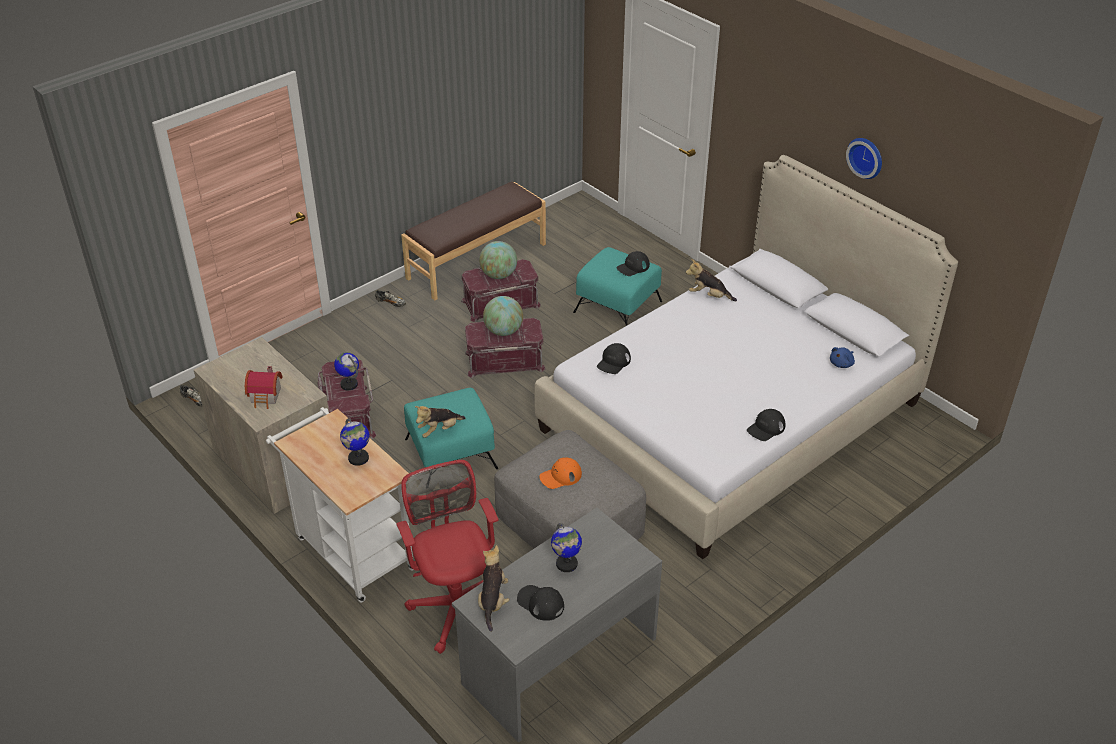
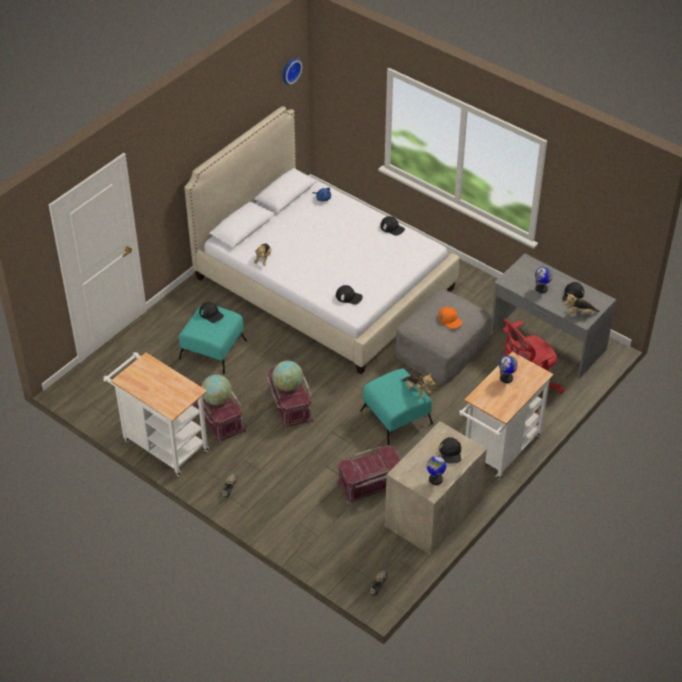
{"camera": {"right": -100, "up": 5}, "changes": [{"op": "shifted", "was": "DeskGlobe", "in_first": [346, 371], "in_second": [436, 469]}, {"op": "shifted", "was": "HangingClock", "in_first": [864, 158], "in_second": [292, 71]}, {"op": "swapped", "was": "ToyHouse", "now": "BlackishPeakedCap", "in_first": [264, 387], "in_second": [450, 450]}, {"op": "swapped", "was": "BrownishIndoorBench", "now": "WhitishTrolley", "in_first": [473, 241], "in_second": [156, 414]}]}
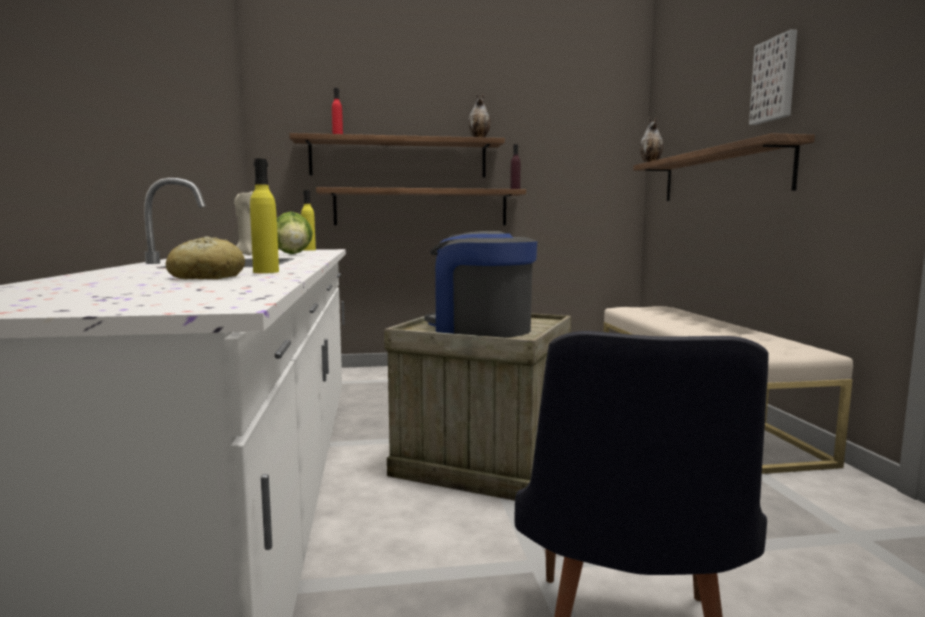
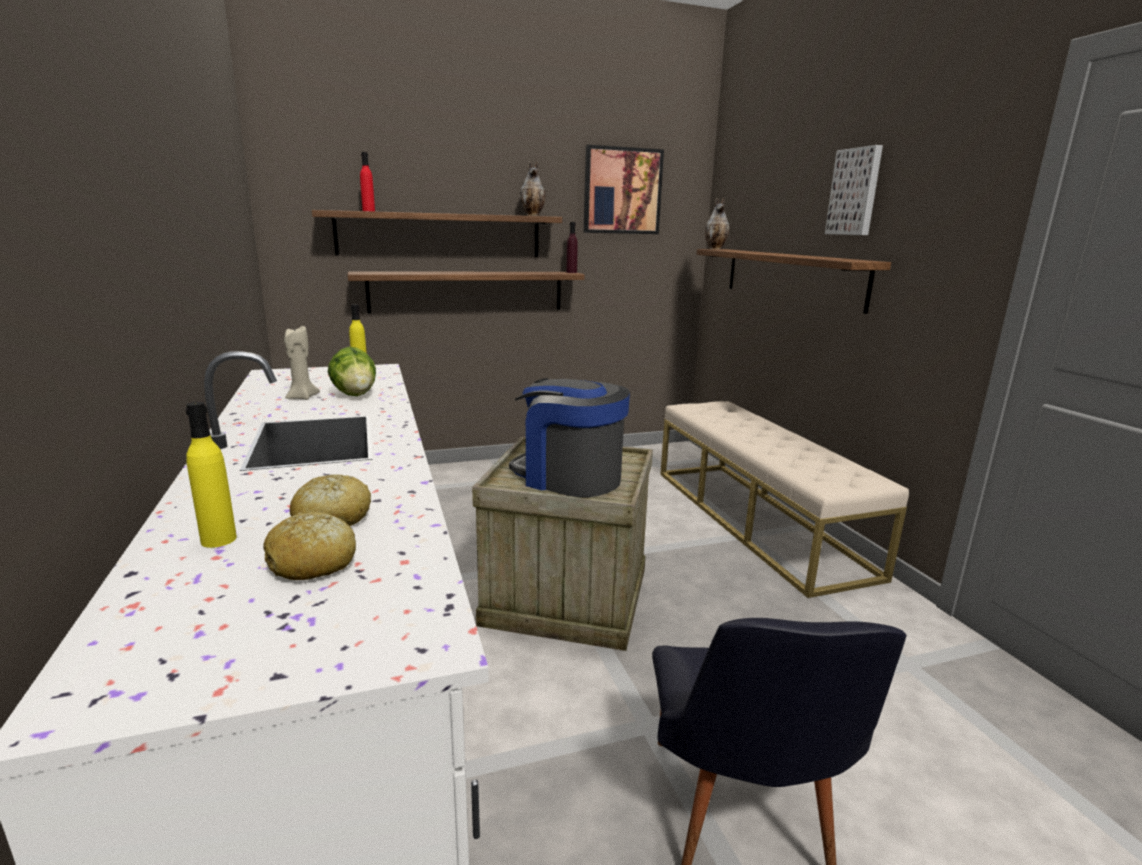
{"camera": {"right": -10, "up": 10}, "changes": [{"op": "new", "now": "BakeryBread", "in_second": [309, 546]}, {"op": "new", "now": "Picture", "in_second": [624, 189]}, {"op": "shifted", "was": "YellowColouredBeverageBottle", "in_first": [264, 216], "in_second": [211, 475]}]}
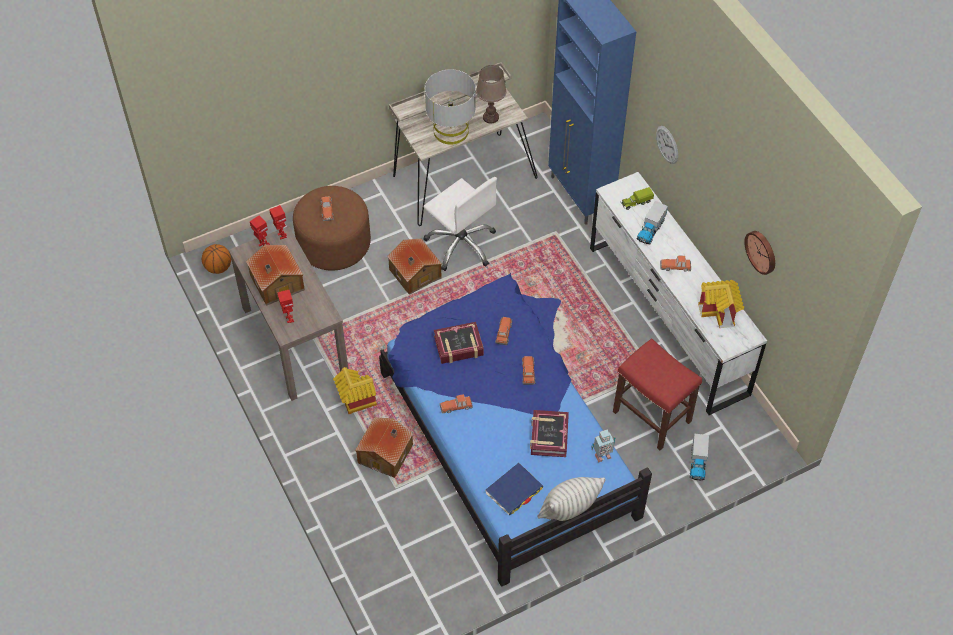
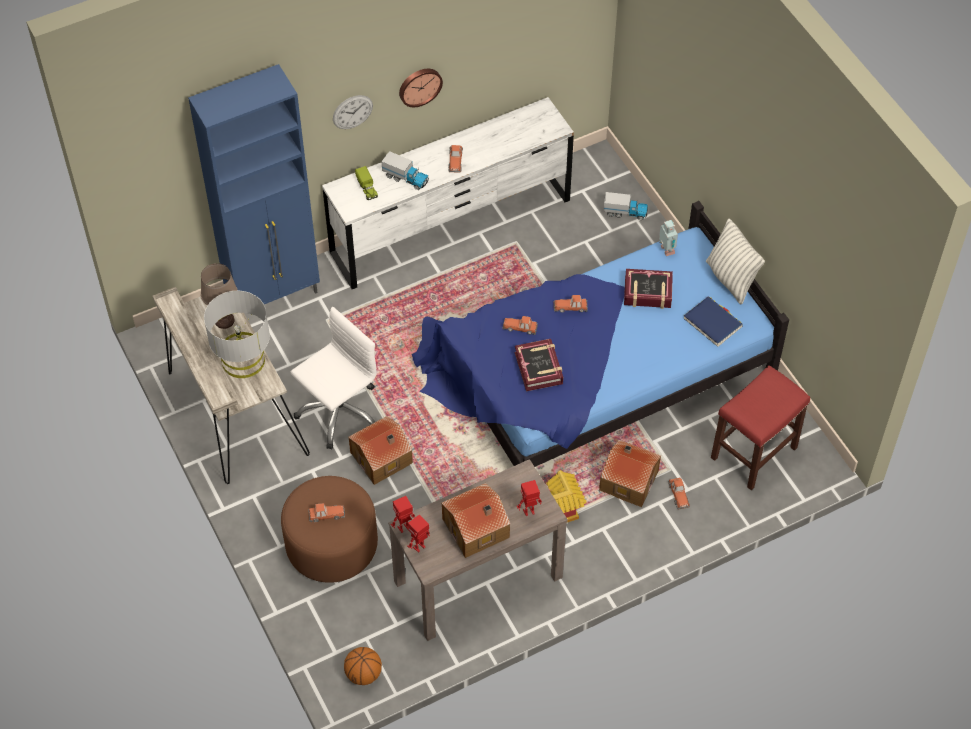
{"camera": {"right": -90, "up": 0}, "changes": [{"op": "gone", "was": "ToyHouse", "in_first": [721, 304]}, {"op": "shifted", "was": "MiniatureCar", "in_first": [456, 403], "in_second": [679, 493]}, {"op": "shifted", "was": "ReddishSittingStool", "in_first": [657, 394], "in_second": [760, 427]}, {"op": "shifted", "was": "HangingClock", "in_first": [759, 253], "in_second": [421, 88]}]}
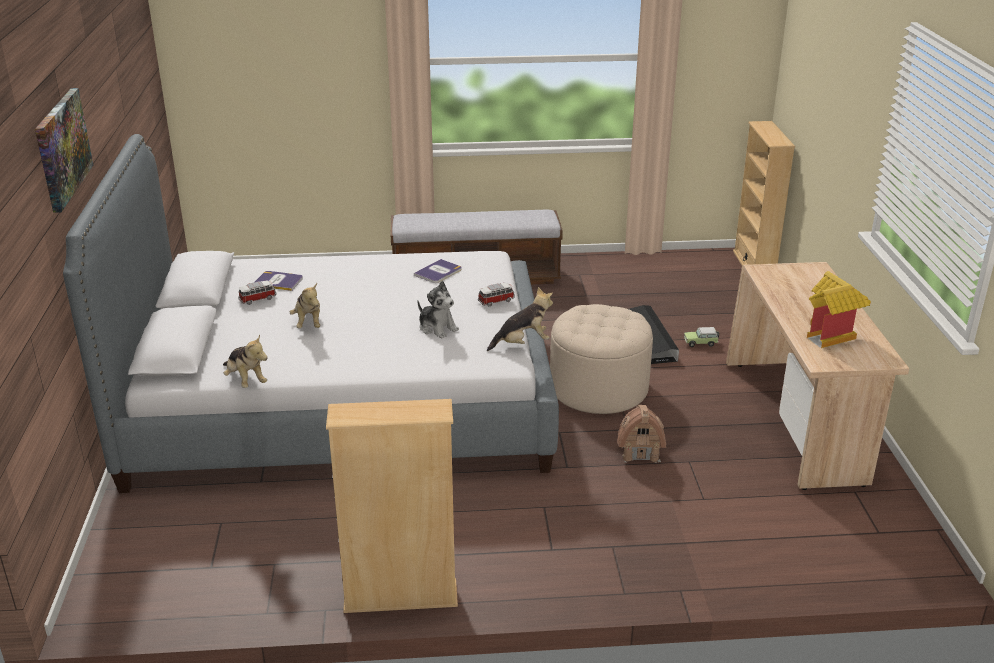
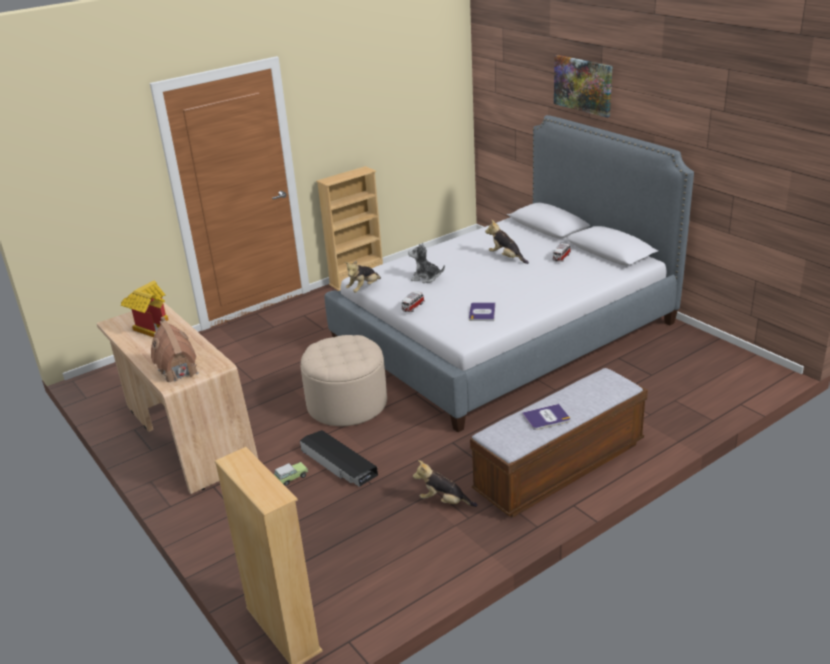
{"camera": {"right": 150, "up": 0}, "changes": [{"op": "shifted", "was": "SoftToy", "in_first": [245, 361], "in_second": [445, 483]}, {"op": "shifted", "was": "Volume", "in_first": [279, 281], "in_second": [546, 417]}, {"op": "shifted", "was": "ToyHouse", "in_first": [641, 434], "in_second": [175, 350]}]}
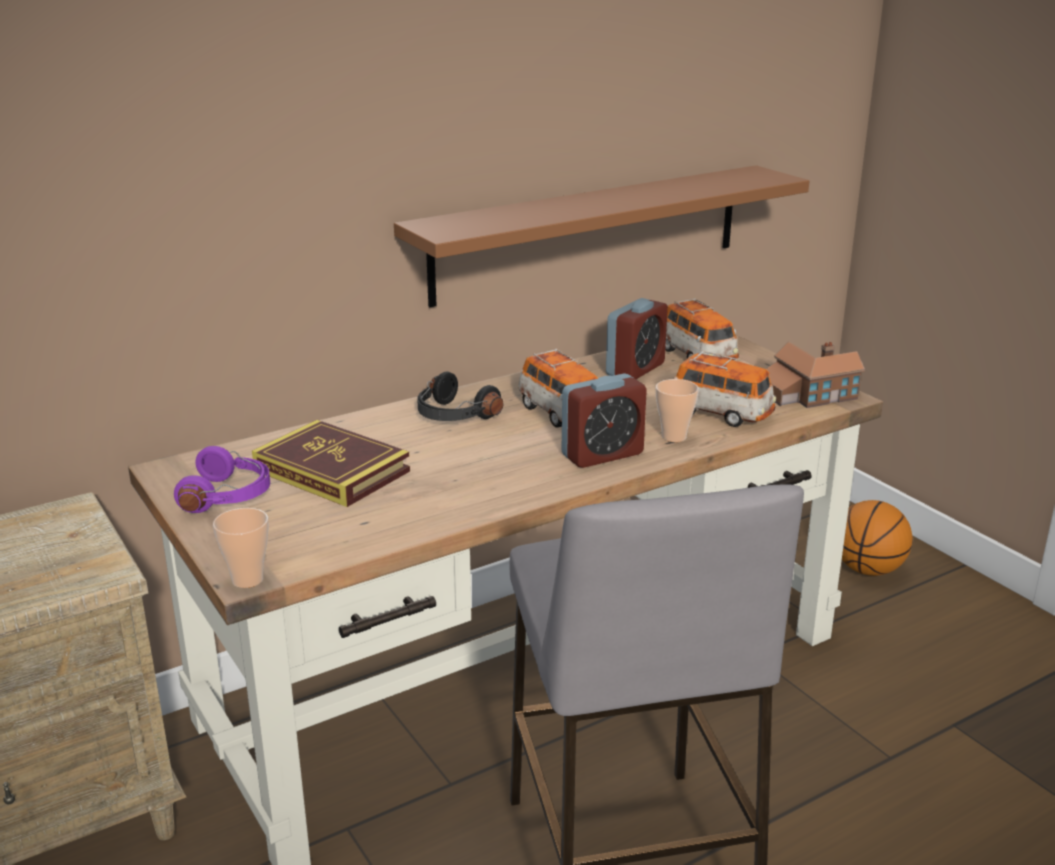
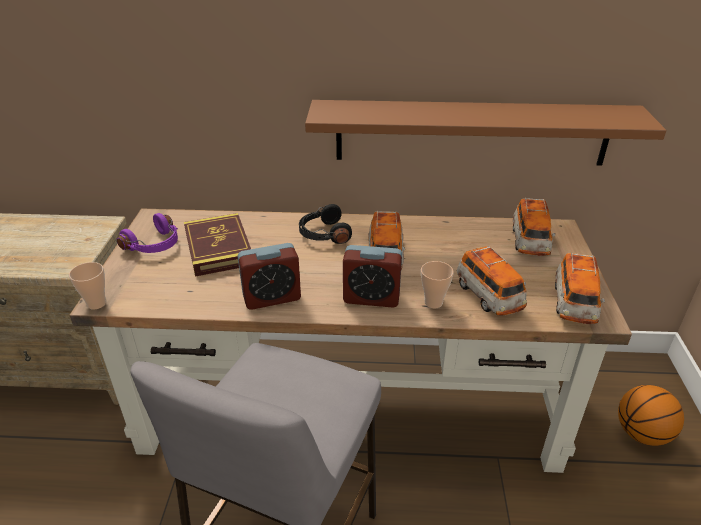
{"camera": {"right": 35, "up": 10}, "changes": [{"op": "shifted", "was": "BedsideClock", "in_first": [637, 338], "in_second": [269, 276]}, {"op": "swapped", "was": "ToyHouse", "now": "MiniatureCar", "in_first": [815, 374], "in_second": [580, 288]}]}
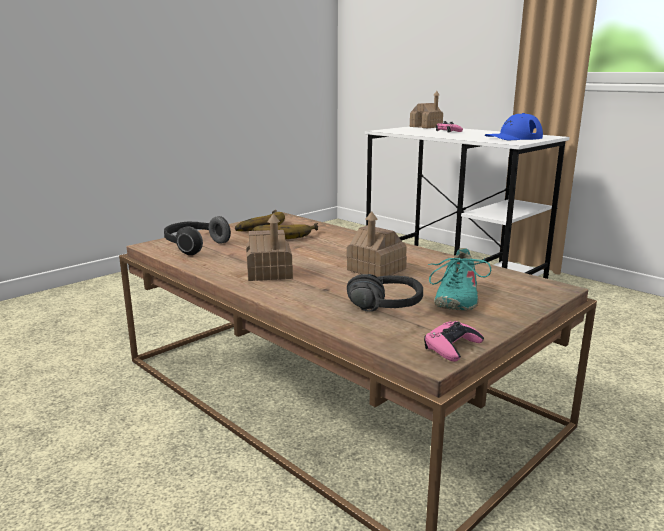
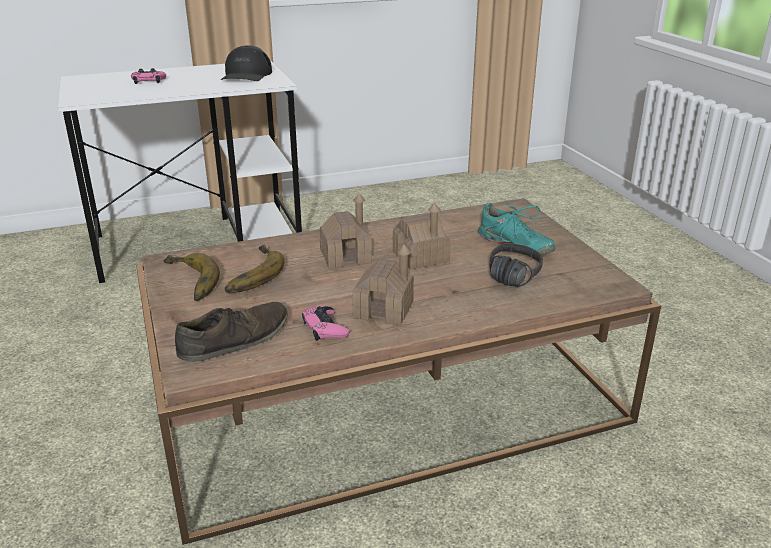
{"camera": {"right": -65, "up": 10}, "changes": [{"op": "shifted", "was": "ToyHouse", "in_first": [426, 110], "in_second": [346, 231]}, {"op": "shifted", "was": "PinkJoypad", "in_first": [454, 341], "in_second": [326, 323]}, {"op": "swapped", "was": "Headphones", "now": "BrownishItemOfFootwear", "in_first": [197, 235], "in_second": [231, 332]}, {"op": "repainted", "was": "BluishPeakedCap", "now": "BlackishPeakedCap", "in_first": [514, 126], "in_second": [246, 63]}]}
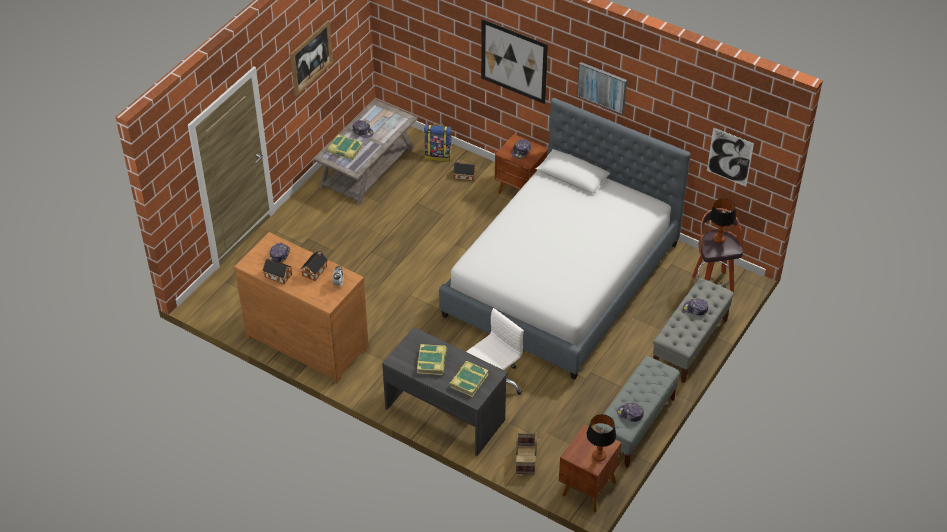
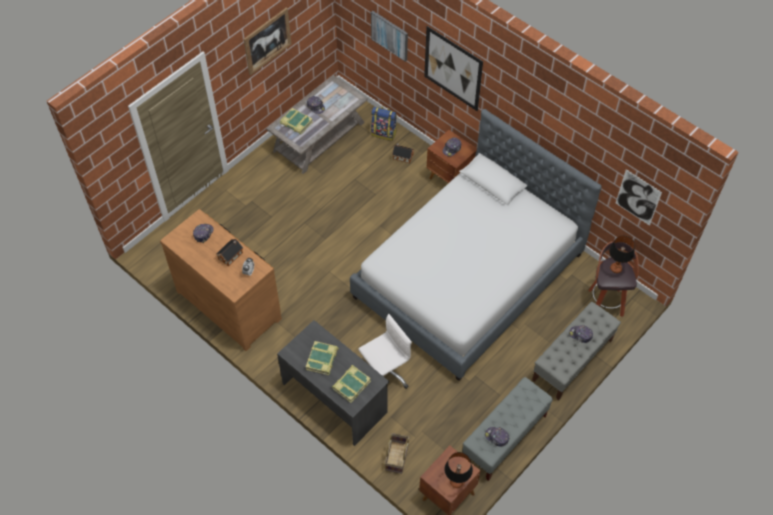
{"camera": {"right": 10, "up": 10}, "changes": [{"op": "gone", "was": "ToyHouse", "in_first": [277, 270]}, {"op": "shifted", "was": "Picture", "in_first": [602, 88], "in_second": [389, 36]}]}
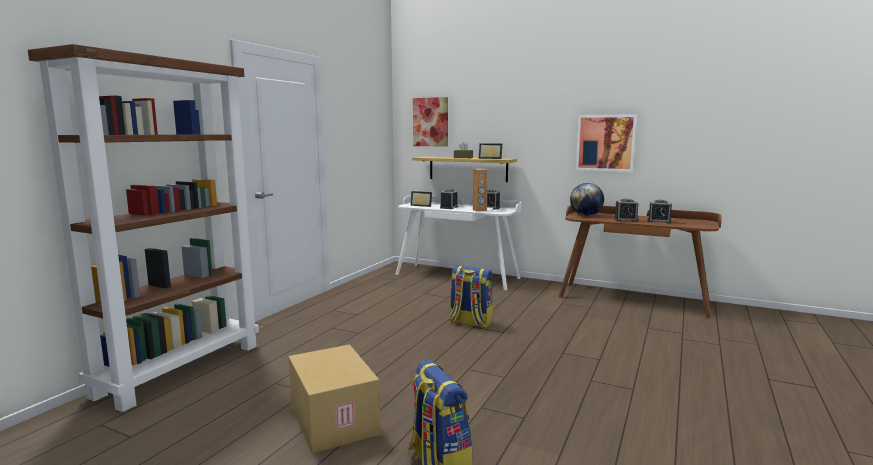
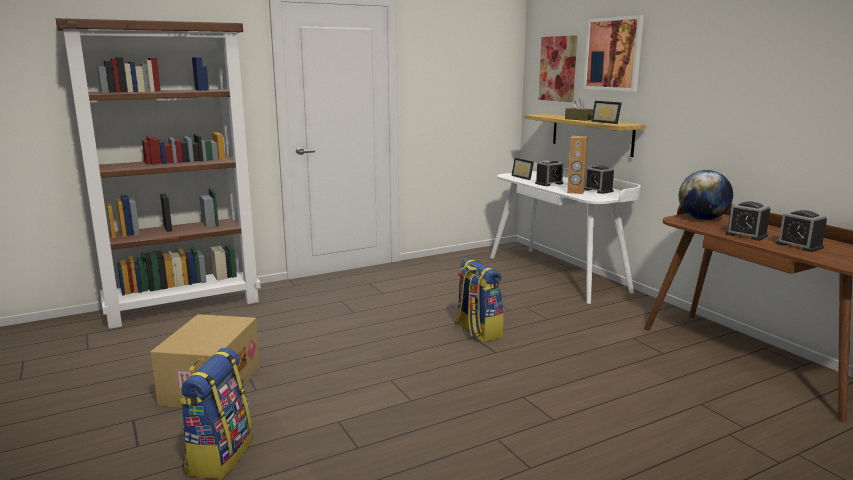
{"camera": {"right": 35, "up": 5}, "changes": [{"op": "shifted", "was": "Picture", "in_first": [606, 143], "in_second": [613, 53]}]}
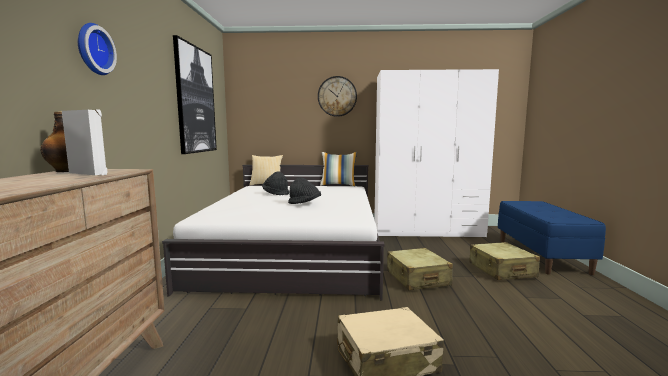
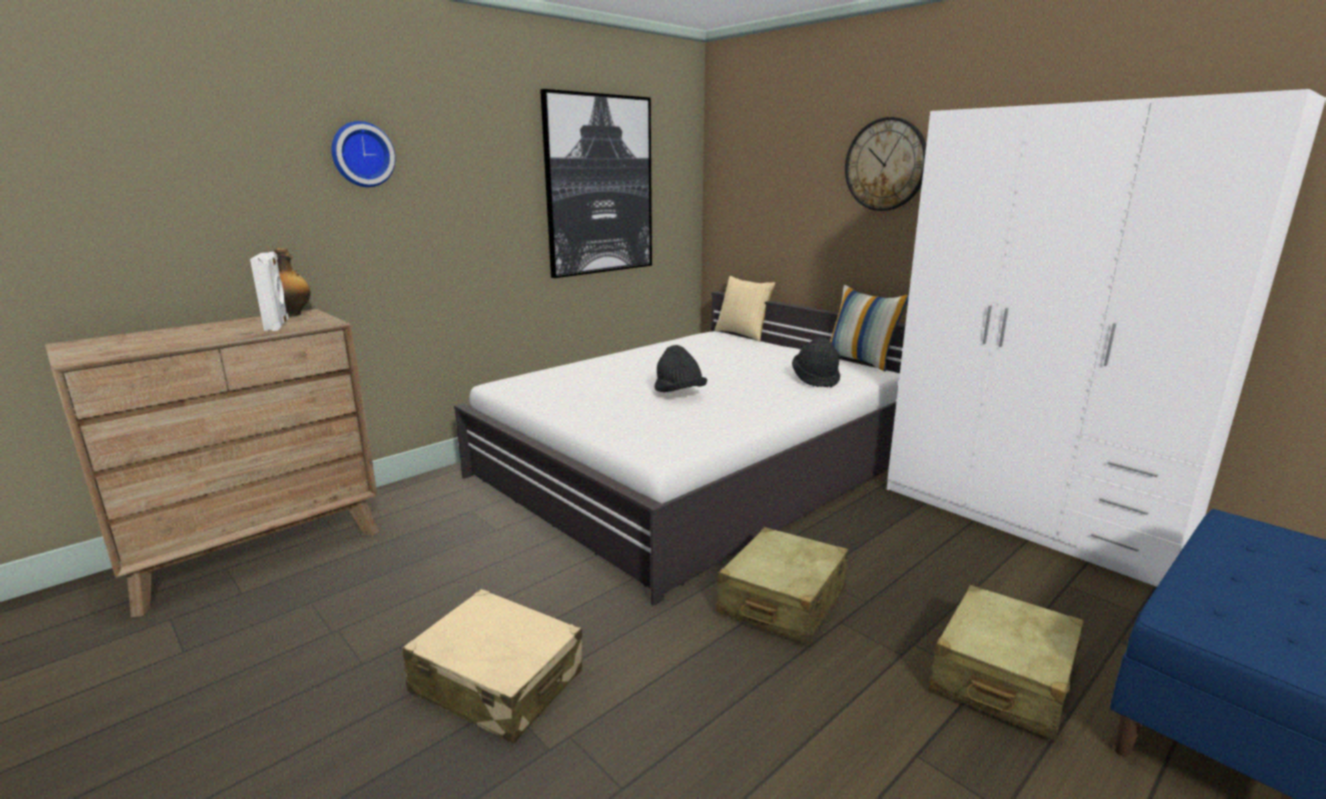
{"camera": {"right": 45, "up": 10}, "changes": [{"op": "shifted", "was": "BlackishWearableHat", "in_first": [275, 183], "in_second": [816, 362]}]}
